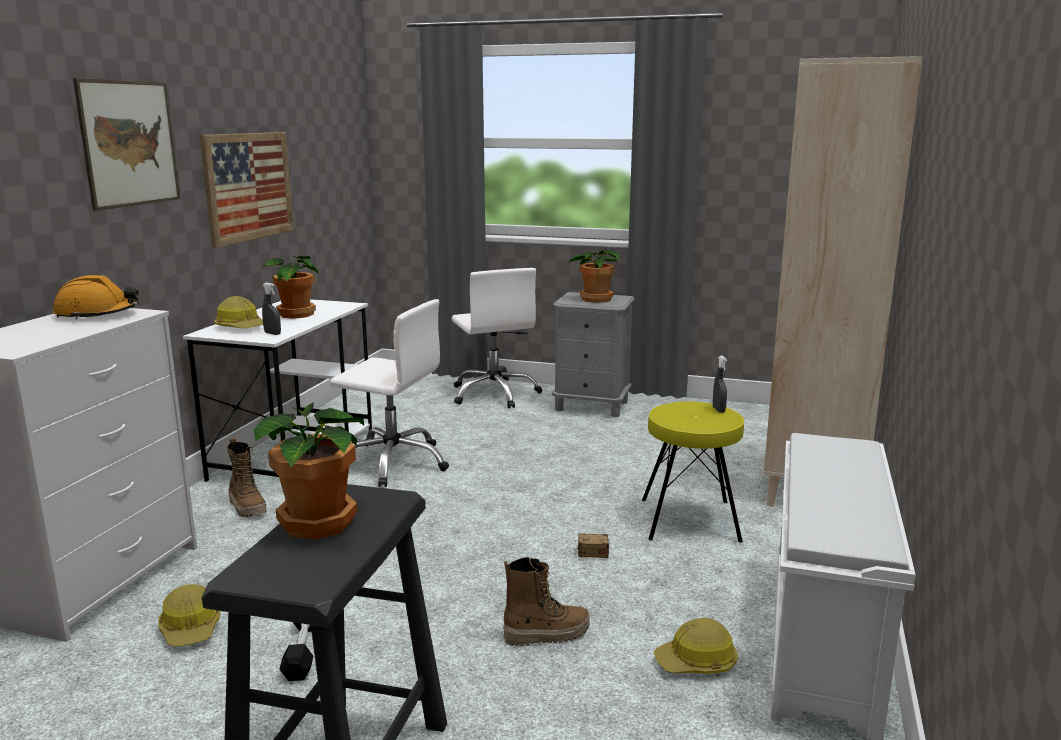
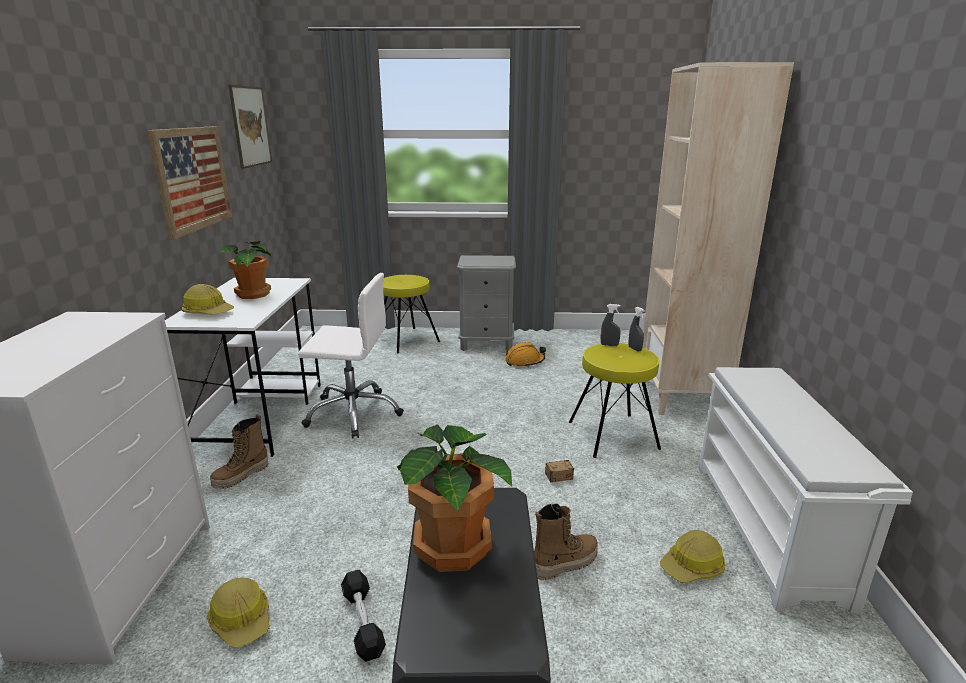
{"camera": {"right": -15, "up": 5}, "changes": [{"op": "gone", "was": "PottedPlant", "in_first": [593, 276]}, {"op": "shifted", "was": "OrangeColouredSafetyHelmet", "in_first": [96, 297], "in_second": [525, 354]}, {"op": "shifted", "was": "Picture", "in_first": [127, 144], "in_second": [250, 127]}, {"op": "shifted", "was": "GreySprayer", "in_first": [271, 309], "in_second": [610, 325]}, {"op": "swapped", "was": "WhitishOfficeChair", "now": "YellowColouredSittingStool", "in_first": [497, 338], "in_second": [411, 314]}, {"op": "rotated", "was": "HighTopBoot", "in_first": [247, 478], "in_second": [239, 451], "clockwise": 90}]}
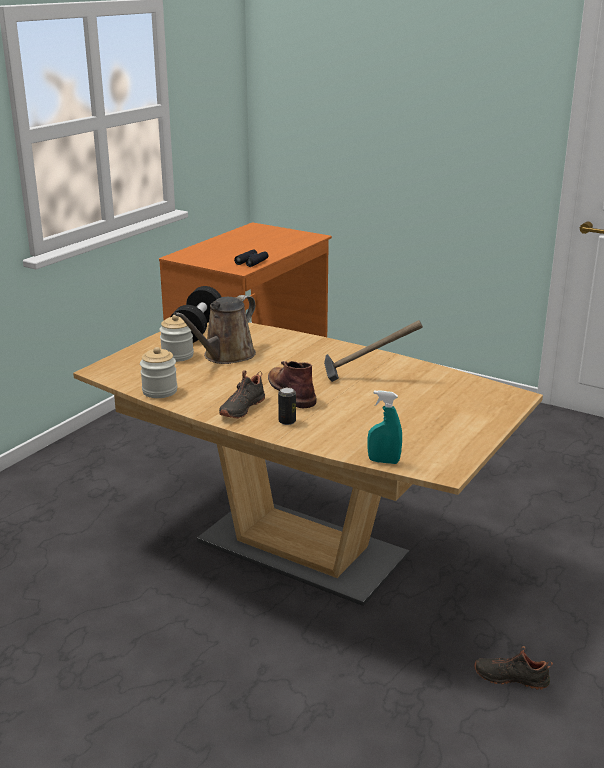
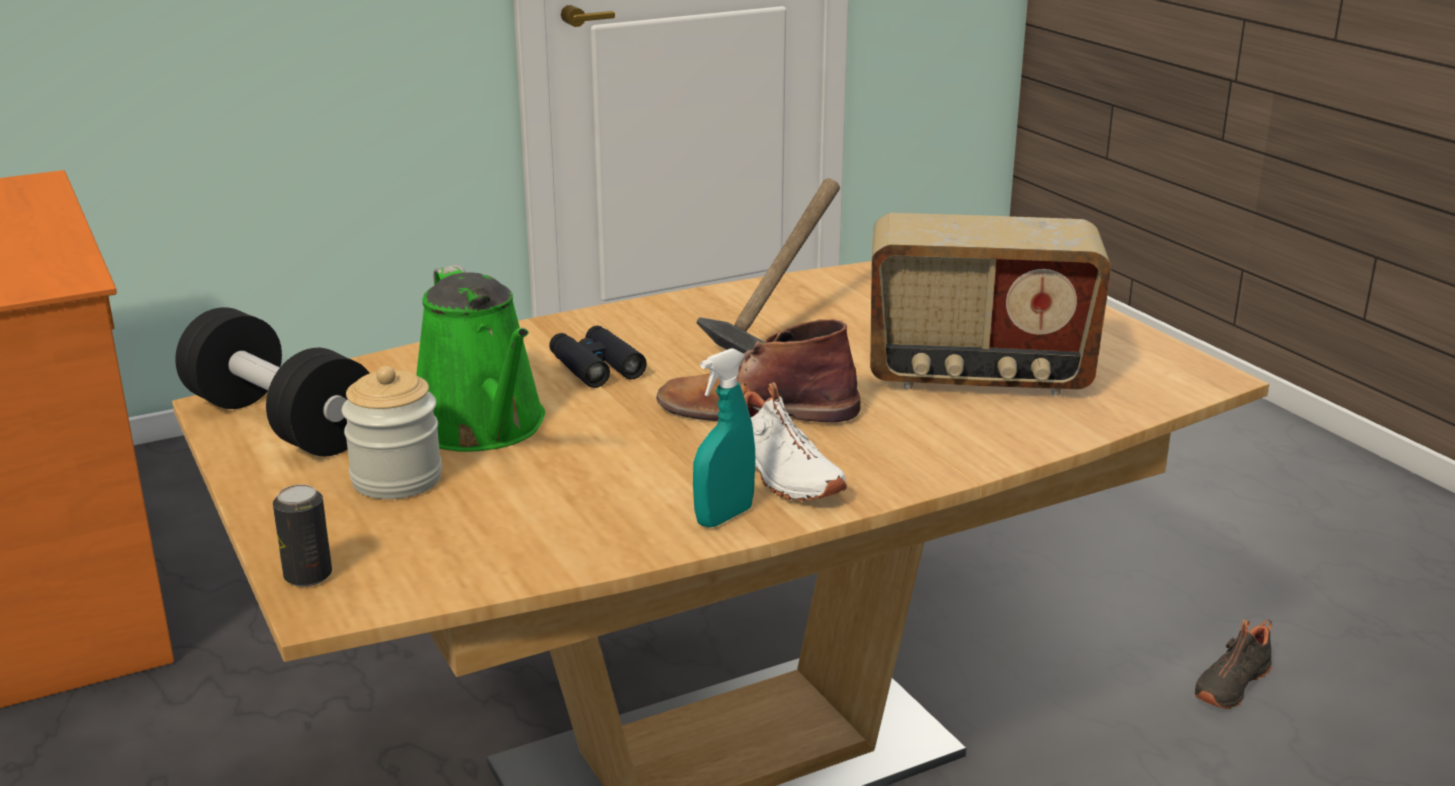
{"camera": {"right": -60, "up": 0}, "changes": [{"op": "gone", "was": "Jar", "in_first": [158, 372]}, {"op": "new", "now": "RadioReceiver", "in_second": [990, 304]}, {"op": "shifted", "was": "BlackishBinoculars", "in_first": [251, 258], "in_second": [598, 357]}, {"op": "shifted", "was": "MetalCan", "in_first": [287, 406], "in_second": [302, 536]}, {"op": "shifted", "was": "TurquoiseColouredSprayer", "in_first": [385, 427], "in_second": [724, 438]}, {"op": "repainted", "was": "BrownishWateringPot", "now": "GreenishWateringPot", "in_first": [215, 329], "in_second": [480, 358]}, {"op": "repainted", "was": "BlackishItemOfFootwear", "now": "WhitishItemOfFootwear", "in_first": [242, 394], "in_second": [793, 441]}]}
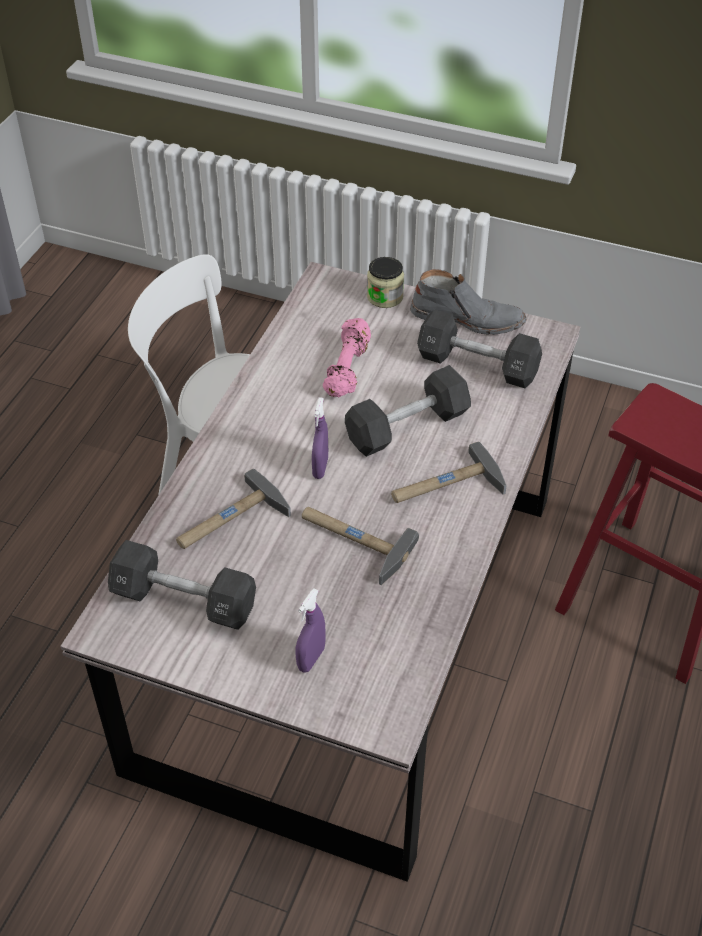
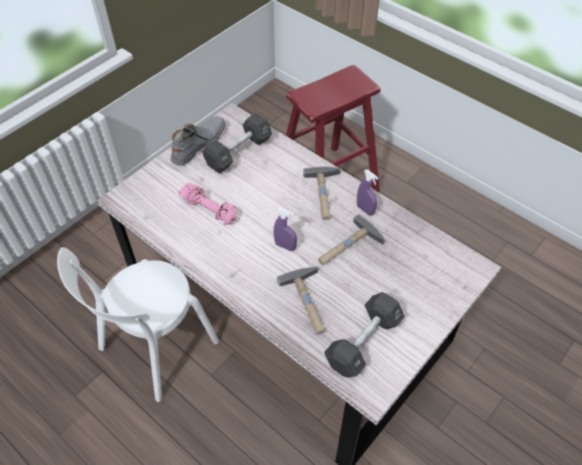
{"camera": {"right": -70, "up": 5}, "changes": [{"op": "gone", "was": "BlackishHandWeight", "in_first": [408, 411]}, {"op": "gone", "was": "Jar", "in_first": [385, 282]}, {"op": "shifted", "was": "PurplishSprayer", "in_first": [311, 631], "in_second": [368, 192]}]}
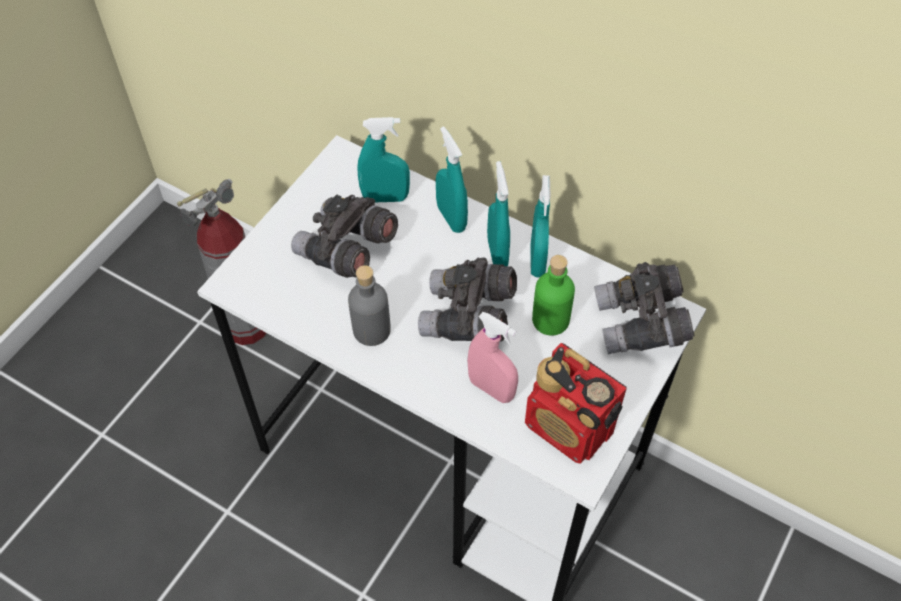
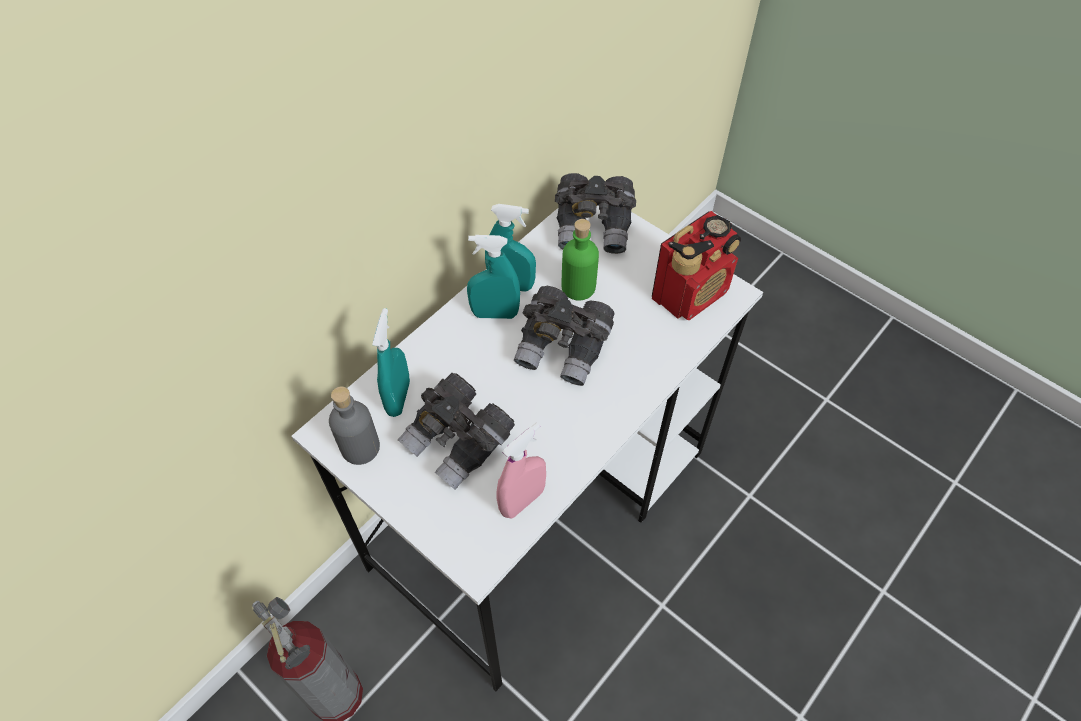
{"camera": {"right": -80, "up": 0}, "changes": [{"op": "gone", "was": "TurquoiseColouredSprayer", "in_first": [452, 180]}, {"op": "shifted", "was": "GreyBeverageBottle", "in_first": [369, 305], "in_second": [354, 425]}, {"op": "shifted", "was": "PinkSprayer", "in_first": [492, 357], "in_second": [521, 471]}]}
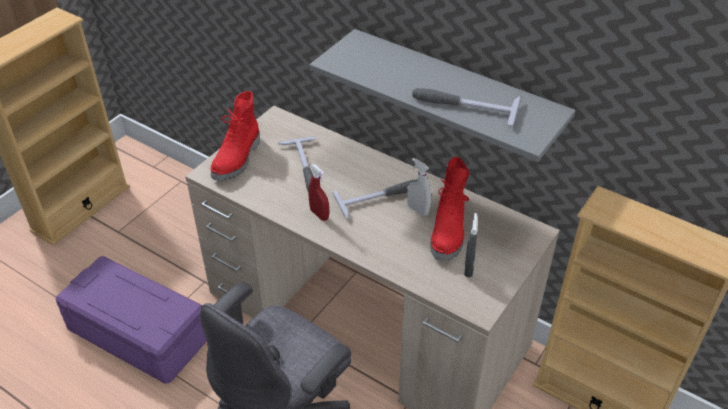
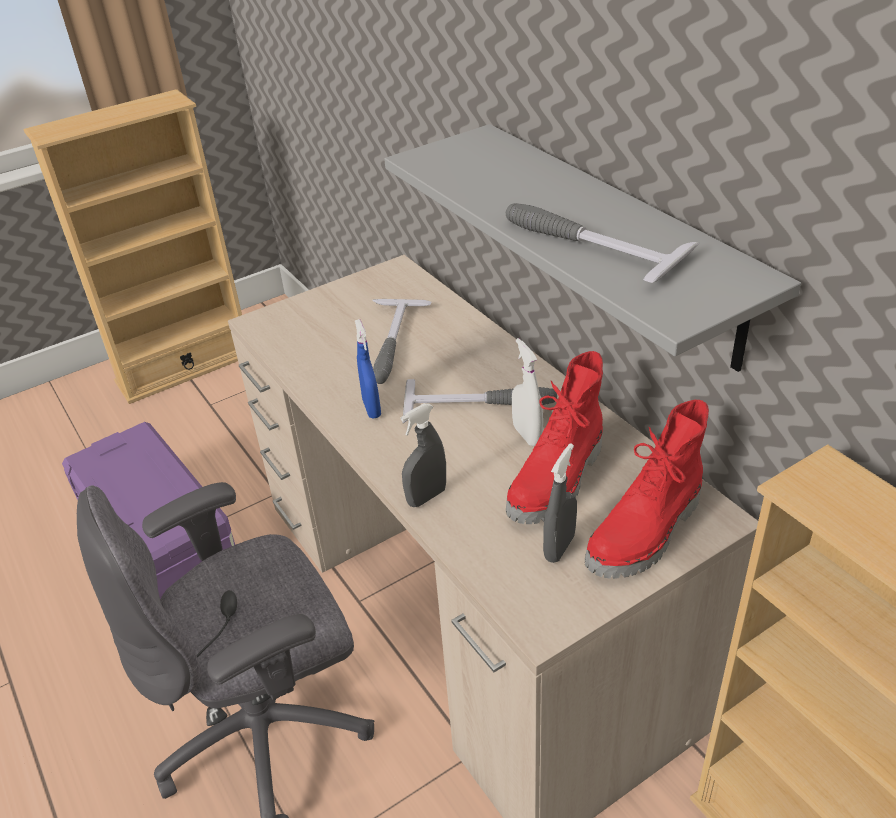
{"camera": {"right": 25, "up": -5}, "changes": [{"op": "new", "now": "GreySprayer", "in_second": [423, 455]}, {"op": "shifted", "was": "ReddishHighTopBoot", "in_first": [235, 136], "in_second": [647, 489]}, {"op": "repainted", "was": "ReddishSprayer", "now": "BluishSprayer", "in_first": [319, 192], "in_second": [368, 368]}]}
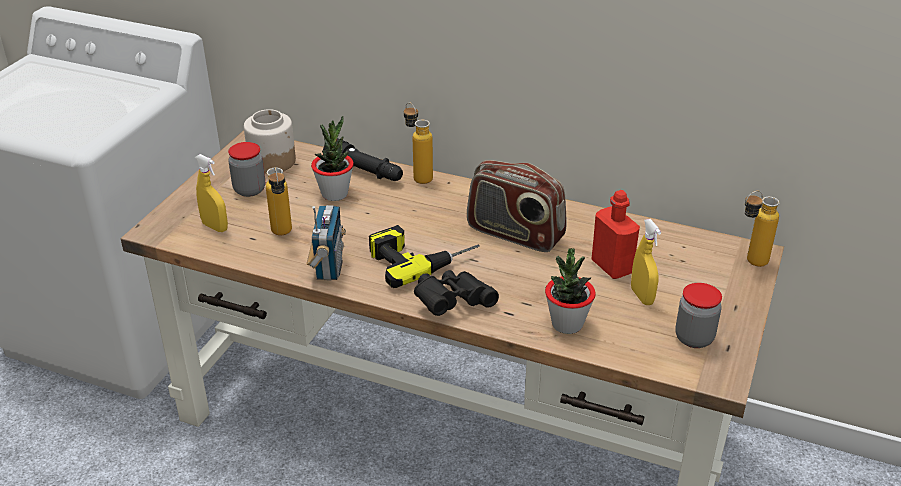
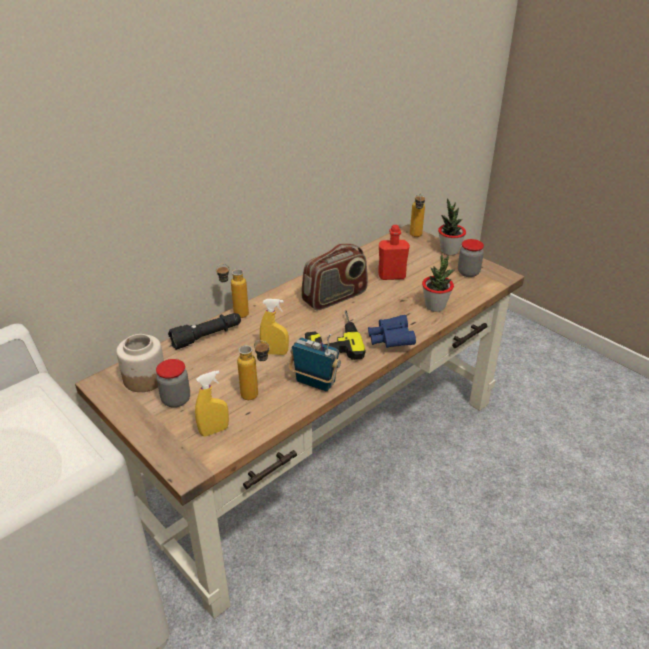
{"camera": {"right": -65, "up": 0}, "changes": [{"op": "shifted", "was": "PottedPlant", "in_first": [332, 158], "in_second": [452, 227]}, {"op": "shifted", "was": "YellowColouredSprayer", "in_first": [646, 262], "in_second": [274, 327]}, {"op": "repainted", "was": "BlackishBinoculars", "now": "BluishBinoculars", "in_first": [456, 293], "in_second": [392, 331]}]}
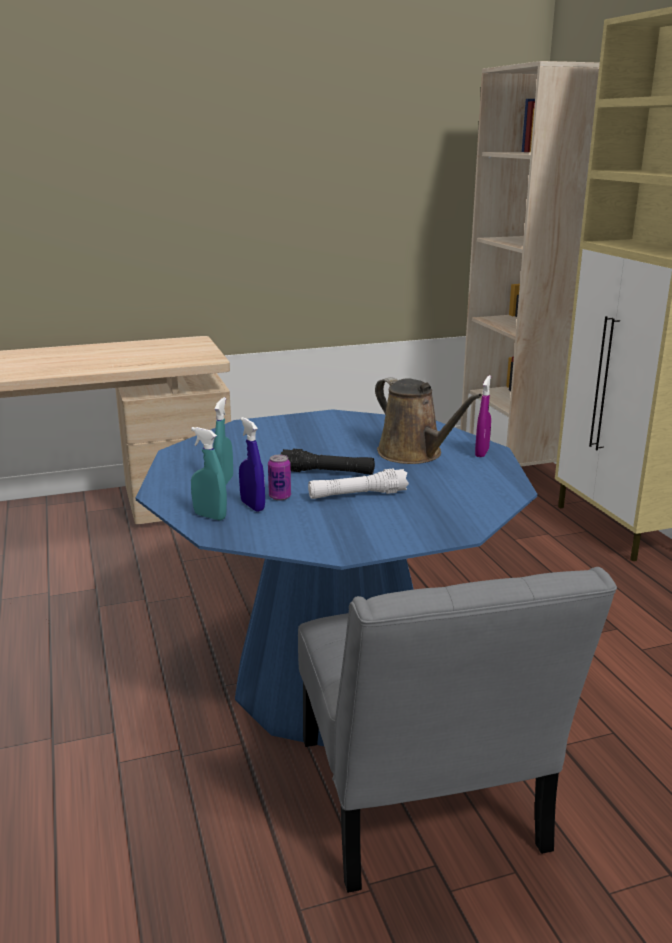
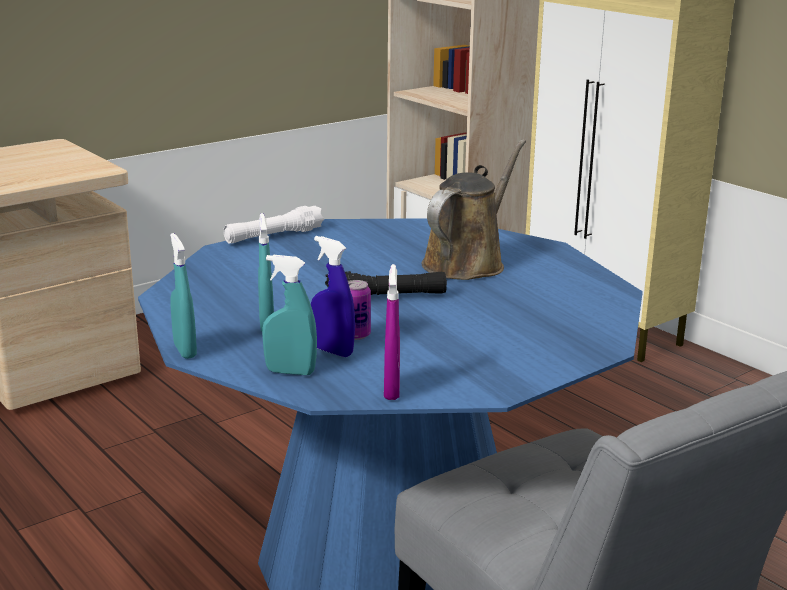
{"camera": {"right": -20, "up": 0}, "changes": [{"op": "new", "now": "TurquoiseColouredSprayer", "in_second": [183, 296]}, {"op": "shifted", "was": "WhitishHandTorch", "in_first": [358, 483], "in_second": [273, 224]}, {"op": "shifted", "was": "PurplishSprayer", "in_first": [483, 416], "in_second": [392, 332]}, {"op": "rotated", "was": "BrownishWateringPot", "in_first": [428, 420], "in_second": [473, 209], "clockwise": -90}]}
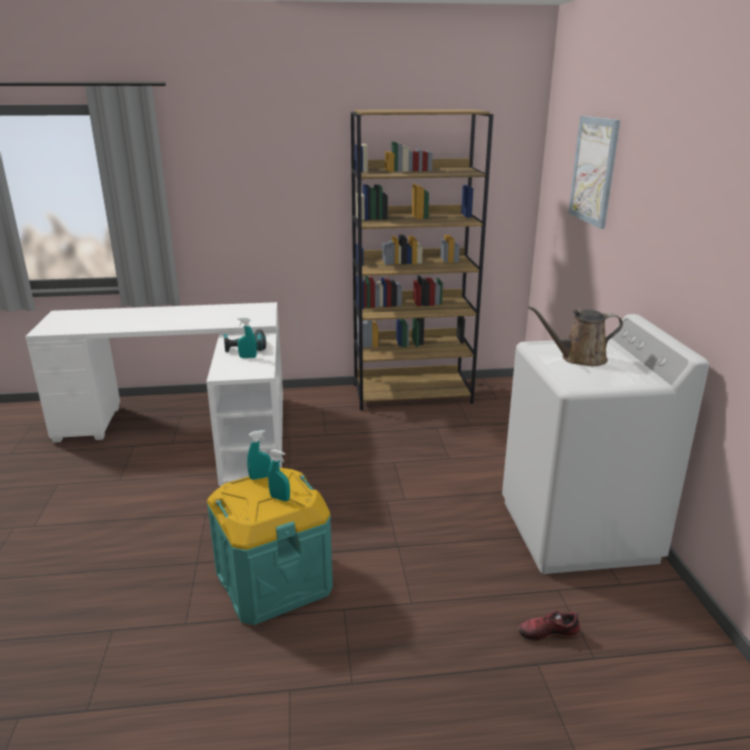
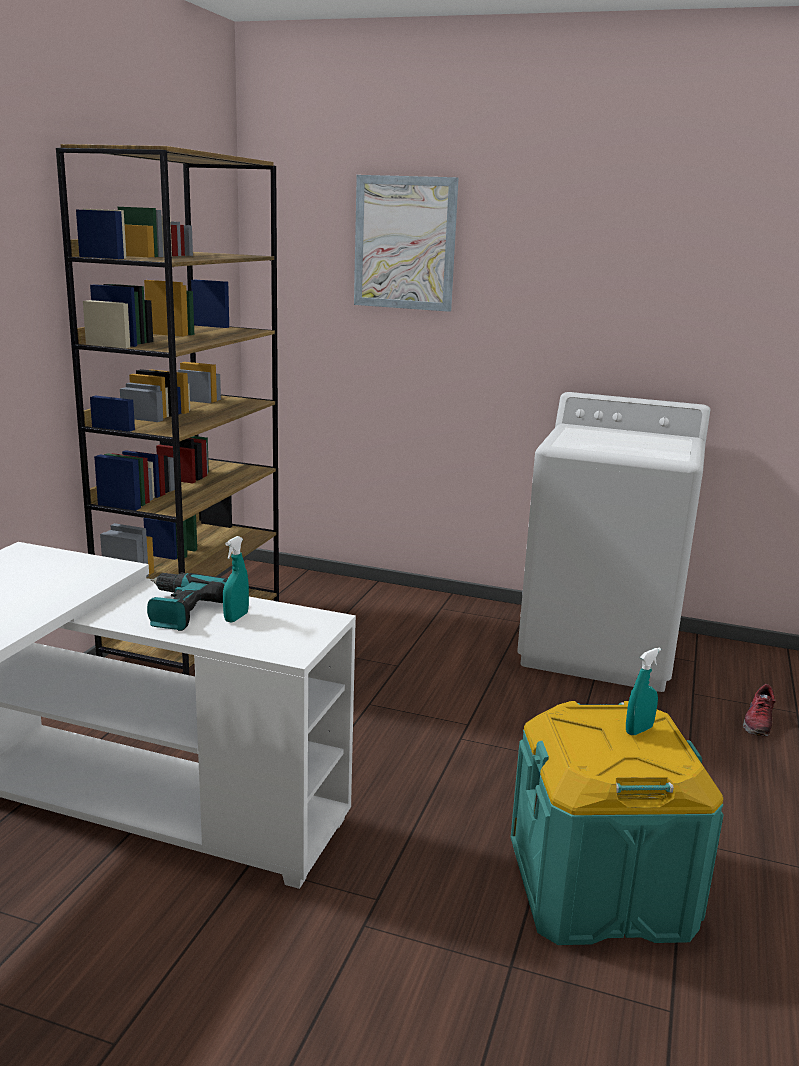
{"camera": {"right": -65, "up": -5}, "changes": [{"op": "gone", "was": "TurquoiseColouredSprayer", "in_first": [259, 455]}, {"op": "gone", "was": "BrownishWateringPot", "in_first": [575, 336]}]}
